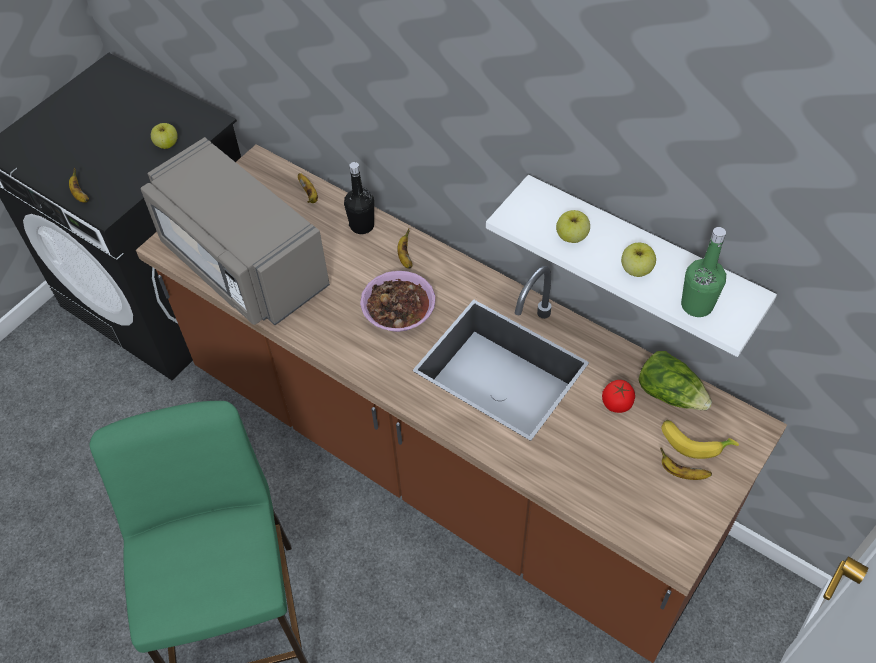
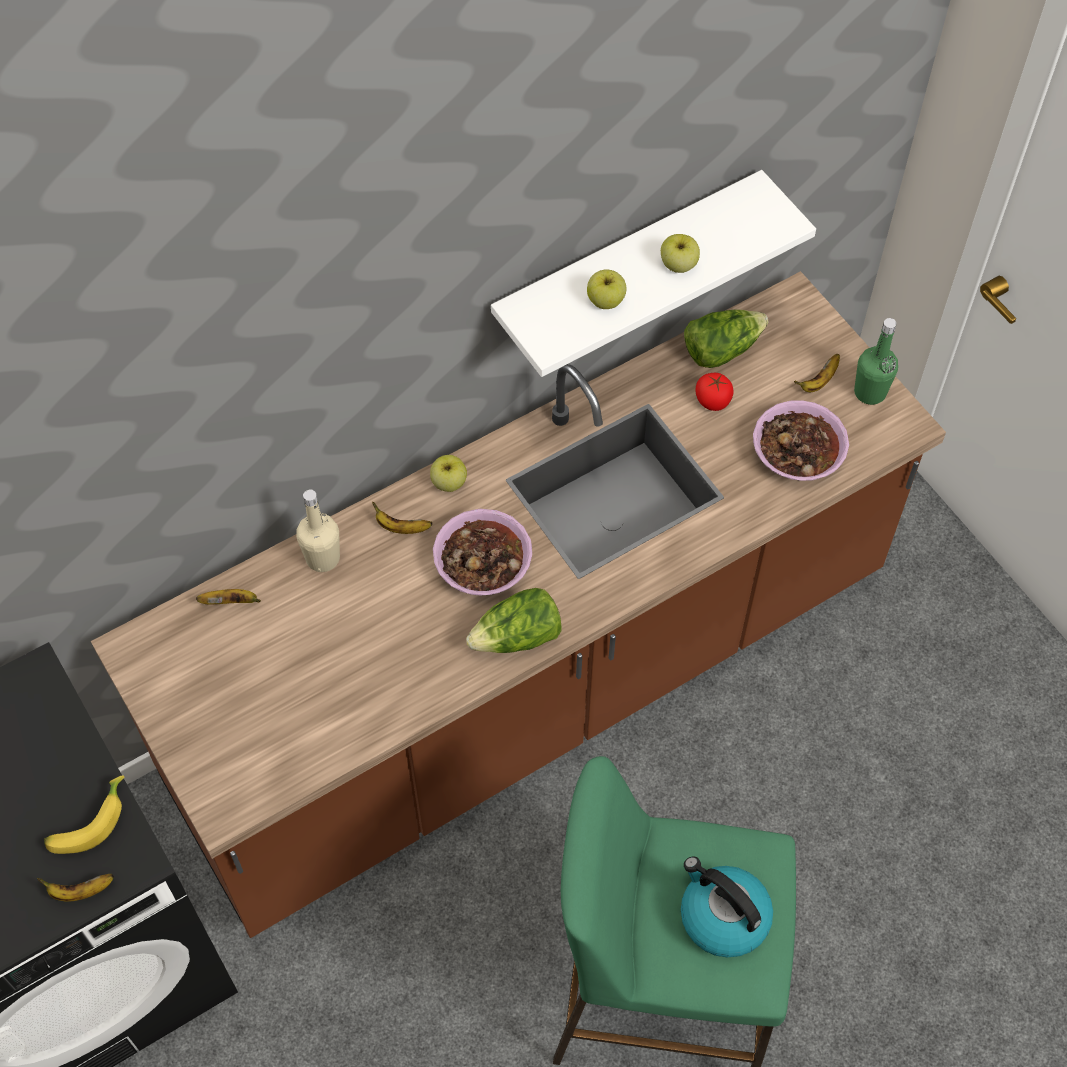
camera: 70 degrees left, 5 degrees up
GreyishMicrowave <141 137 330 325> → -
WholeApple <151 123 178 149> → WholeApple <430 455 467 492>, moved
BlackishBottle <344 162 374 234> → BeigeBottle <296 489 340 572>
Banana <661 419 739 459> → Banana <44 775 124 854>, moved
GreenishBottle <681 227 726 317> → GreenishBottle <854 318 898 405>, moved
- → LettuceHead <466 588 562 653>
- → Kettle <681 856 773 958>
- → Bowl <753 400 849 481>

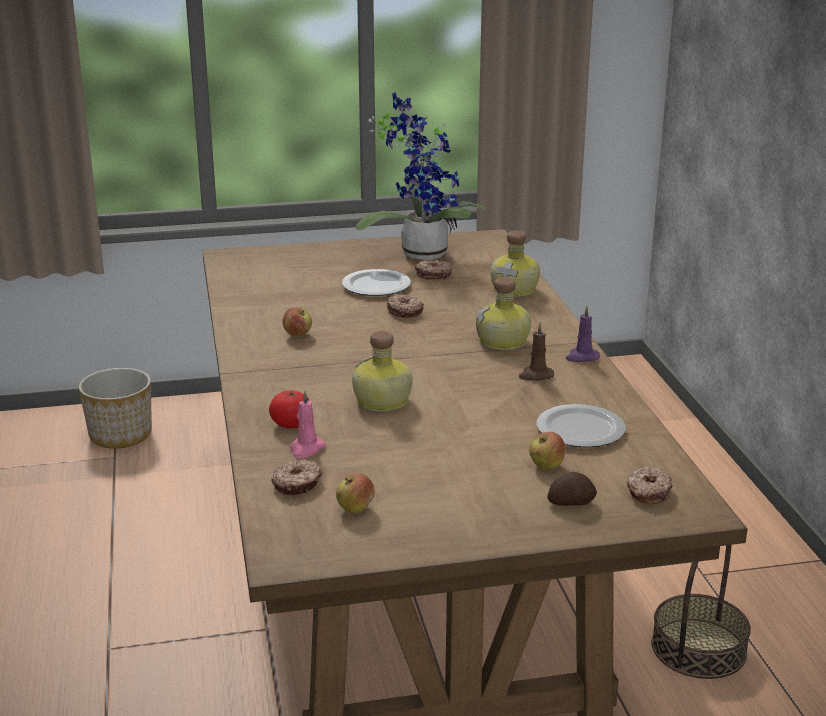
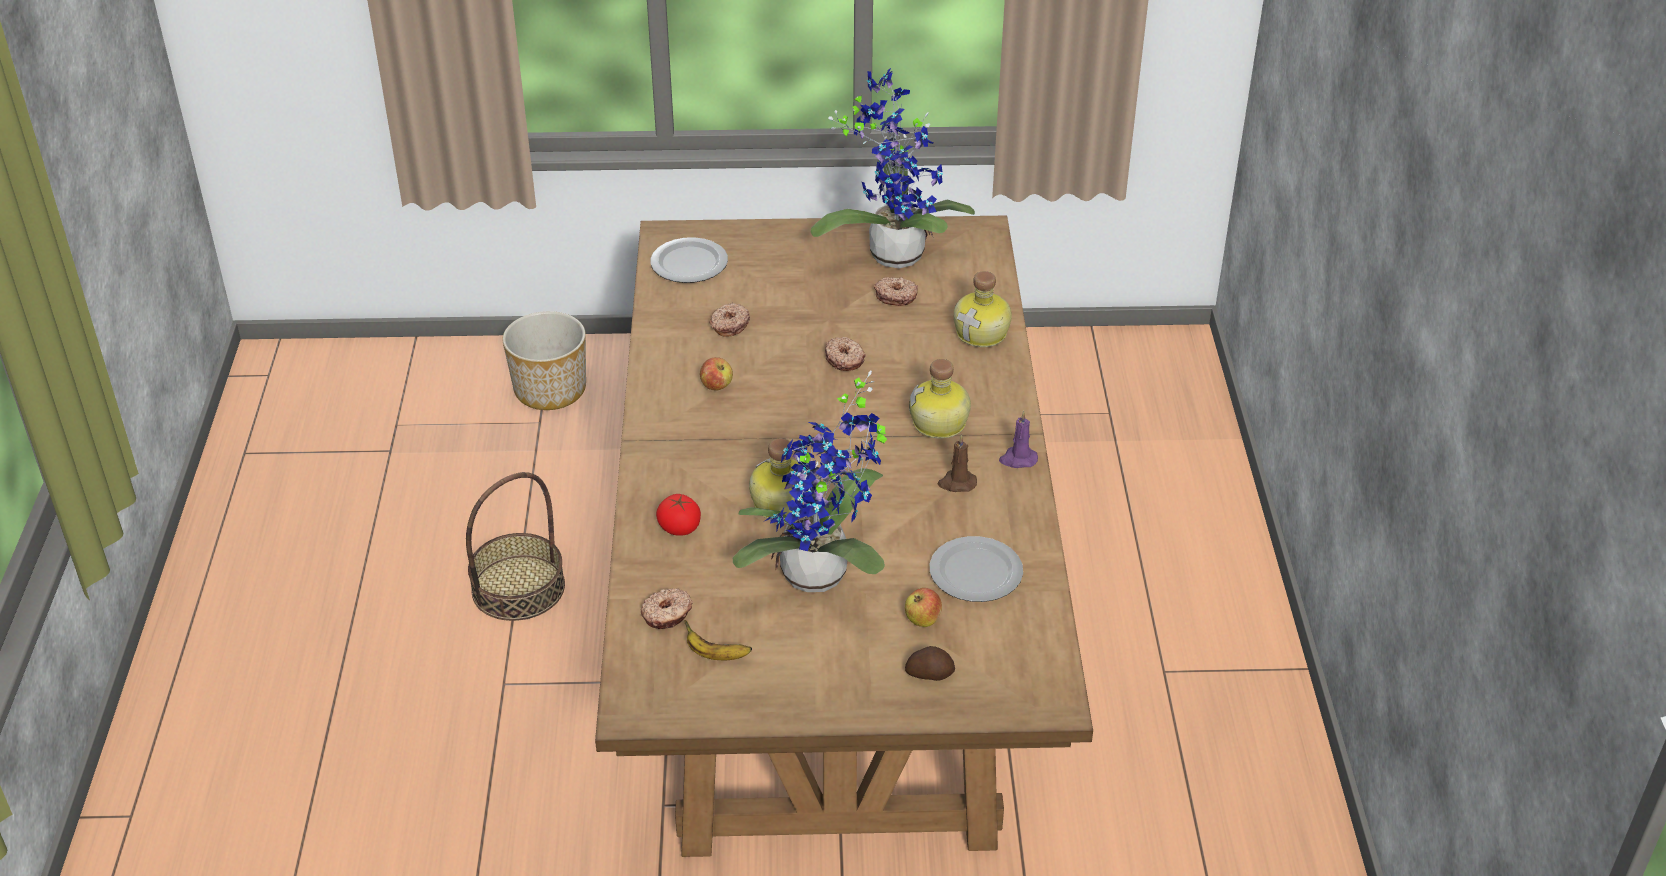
camera: 10 degrees right, 15 degrees up
PinkishCandle <290 391 326 458> → -
WholeApple <336 473 375 513> → Banana <684 620 752 660>
DinnerPlate <342 269 411 296> → DinnerPlate <650 237 728 283>, moved
Doughnut <627 466 673 504> → Doughnut <710 303 750 336>, moved
Basket <652 545 751 679> → Basket <466 472 565 621>, moved
- → Houseplant <733 371 887 592>

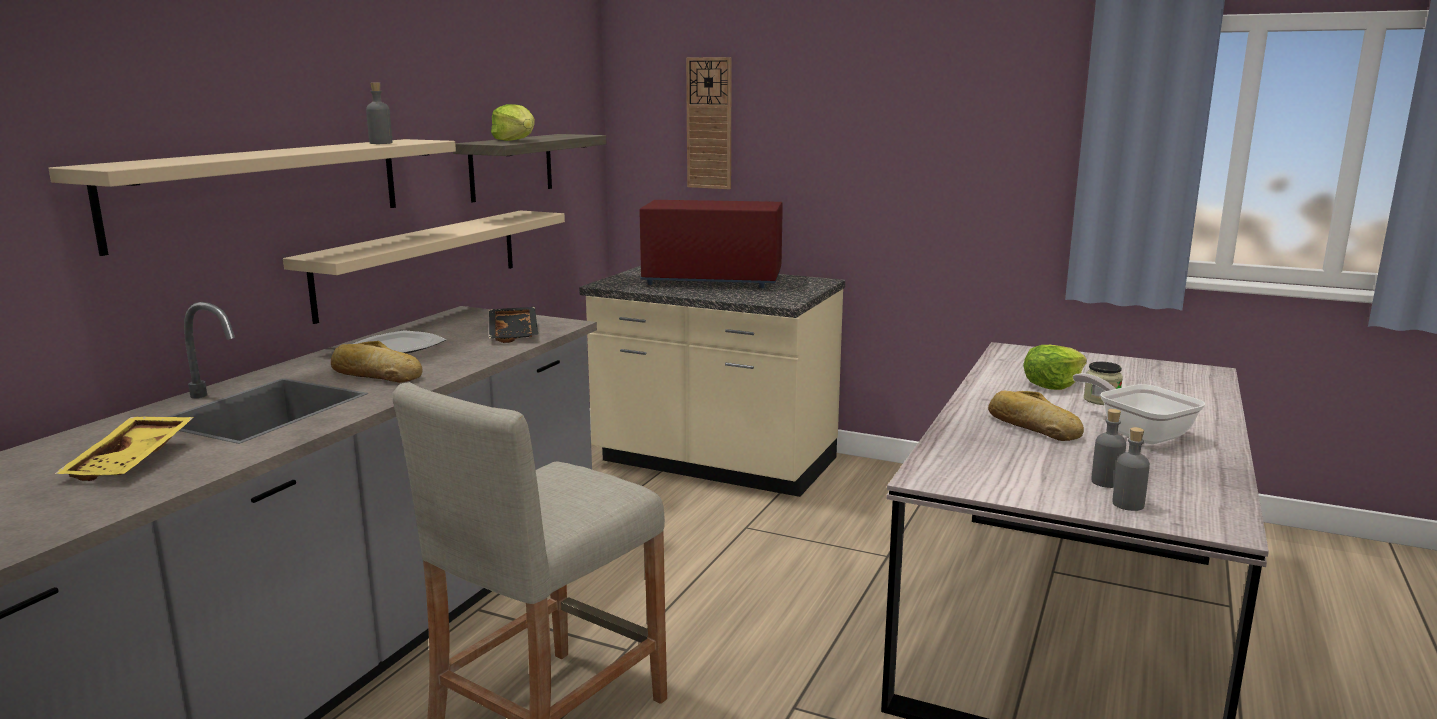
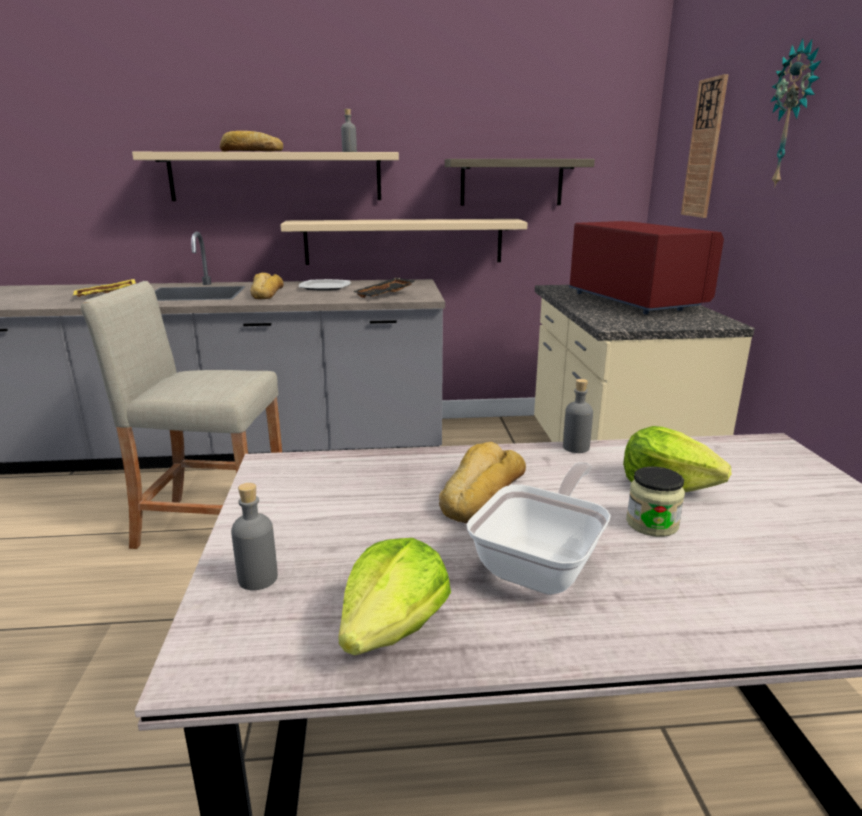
camera: 60 degrees right, 5 degrees up
LettuceHead <491 104 535 141> → LettuceHead <338 538 451 656>, moved
GreyishBottle <1091 409 1126 488> → GreyishBottle <563 379 593 453>, moved
- → Bread <220 131 283 152>
- → HangingClock <771 39 822 188>

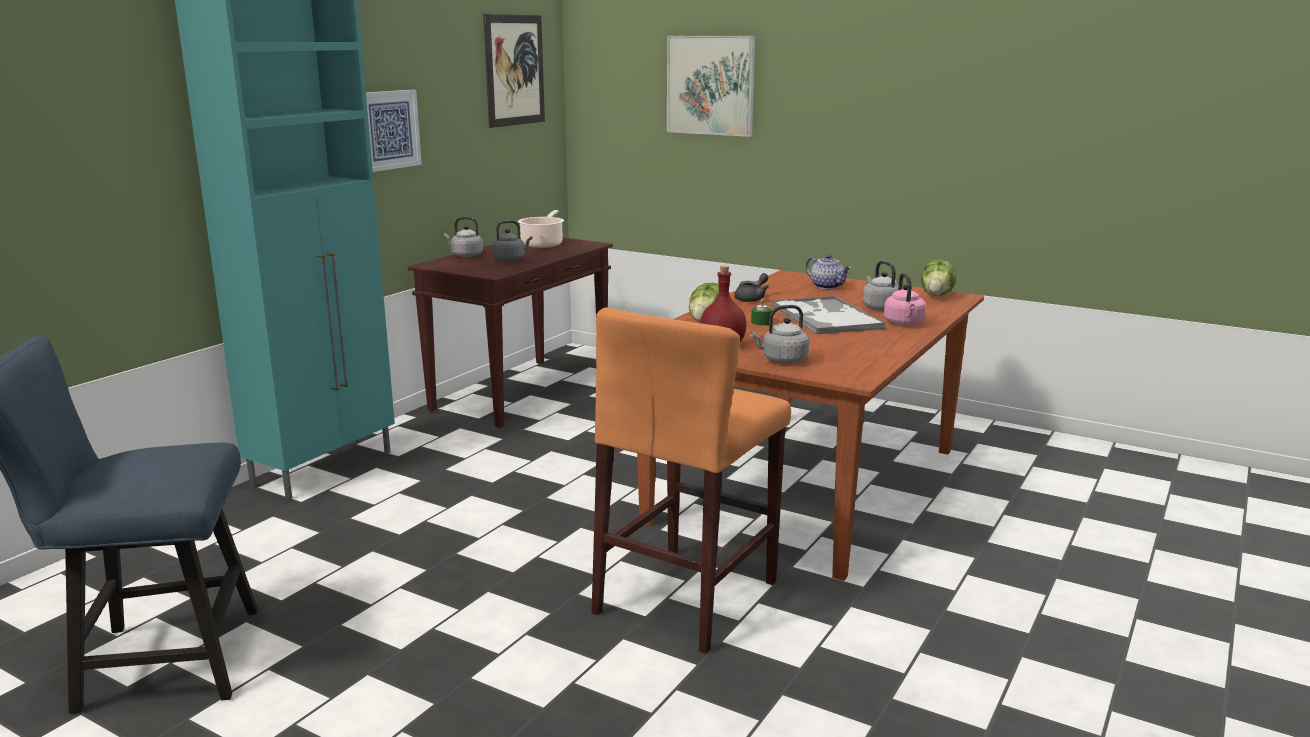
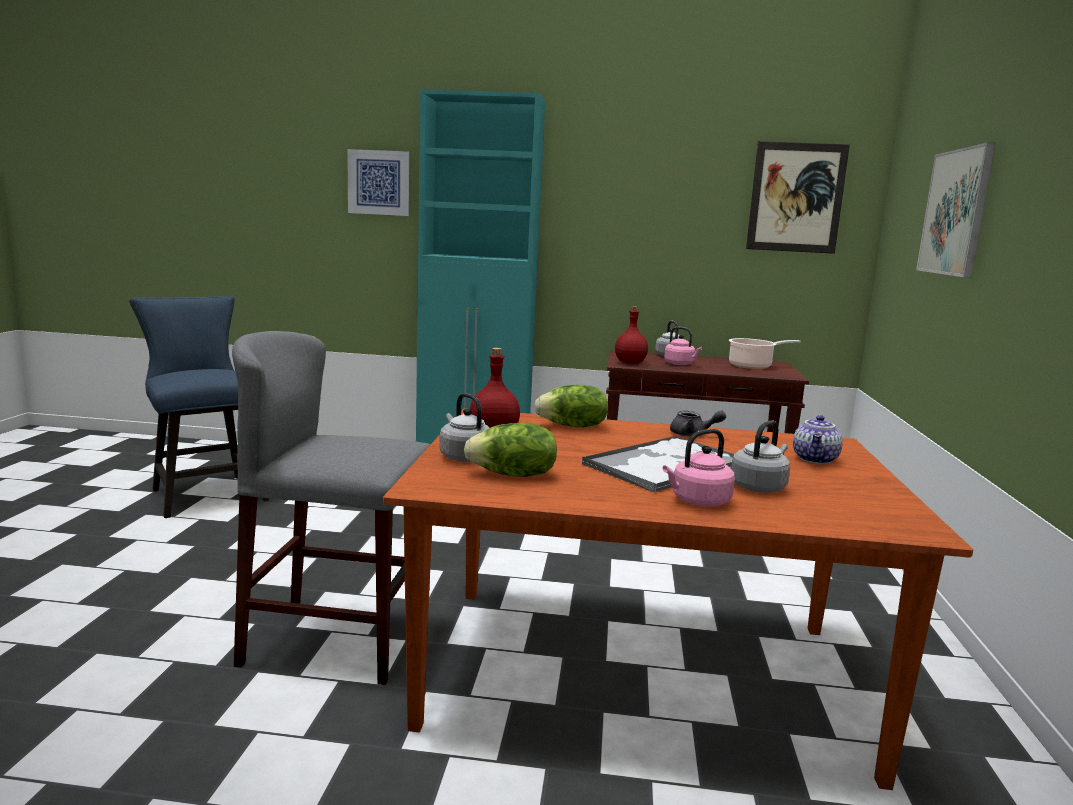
camera: 65 degrees right, 5 degrees down
WallArt <366 90 422 172> → WallArt <347 149 409 216>, moved
GreyishKettle <492 220 533 261> → PinkishKettle <664 326 702 365>
OrangeyStool <591 308 791 654> → GreyishStool <232 331 430 685>
GreenishCandle <751 298 772 325> → -
LettuceHead <921 259 956 296> → LettuceHead <464 423 557 477>, moved
- → ReddishBottle <615 306 648 364>

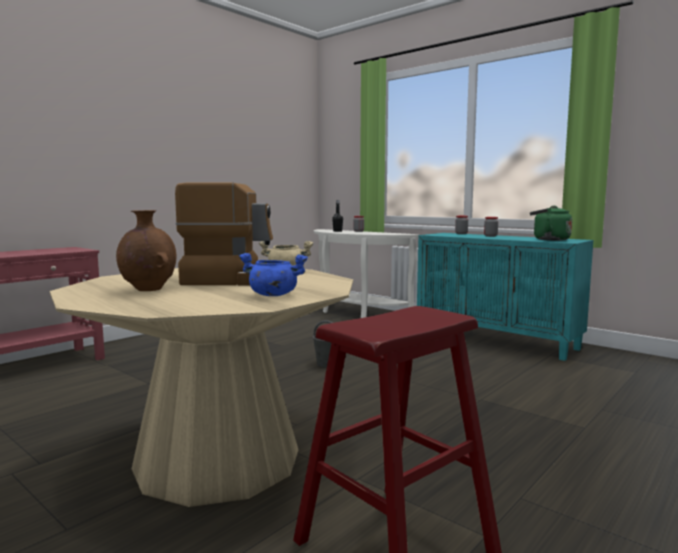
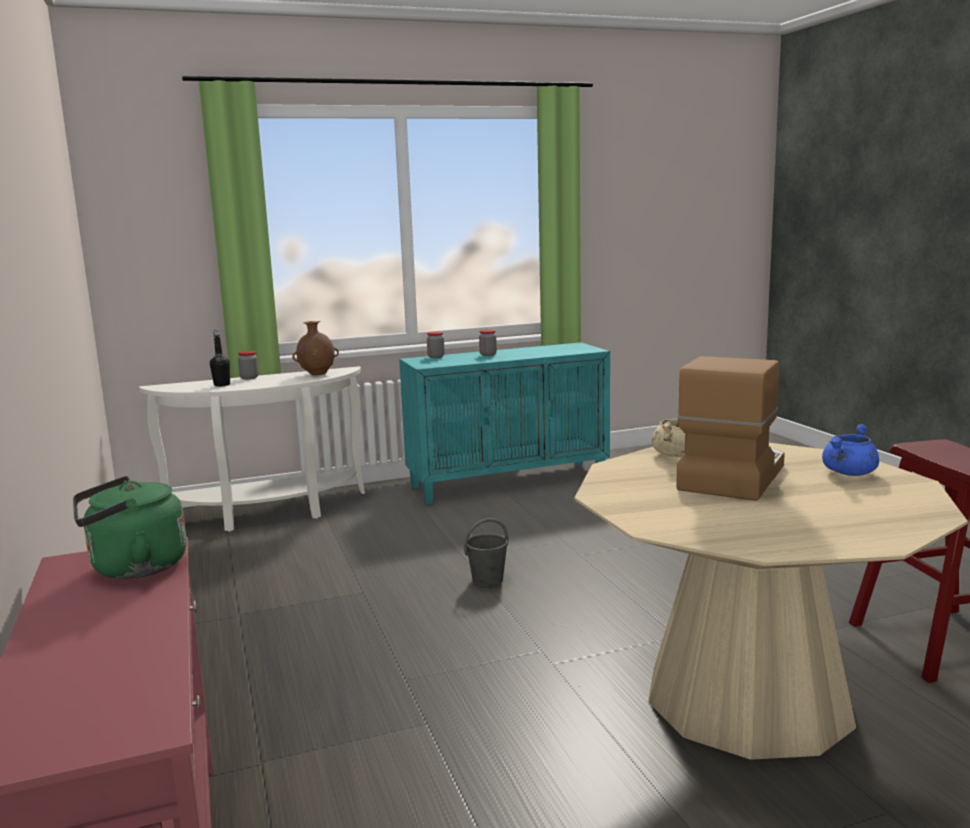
camera: 60 degrees left, 5 degrees up
BrownFlowerVase <116 210 177 291> → BrownFlowerVase <292 321 339 376>, moved
GreenishKettle <530 206 572 241> → GreenishKettle <73 476 187 579>, moved

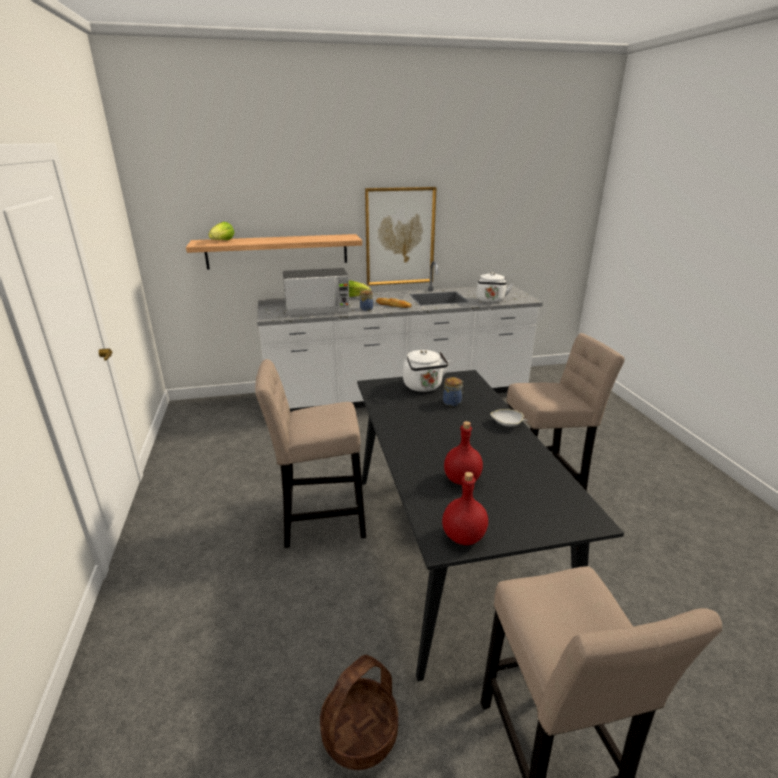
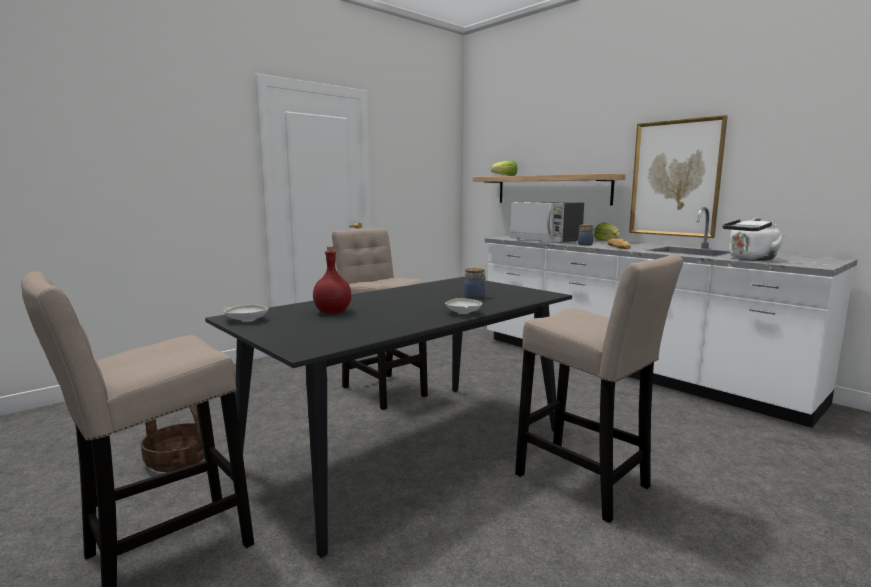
camera: 60 degrees right, 15 degrees down
WhitishKettle <403 350 450 392> → -
ReddishBottle <442 472 488 545> → WhitishBowl <223 305 268 322>

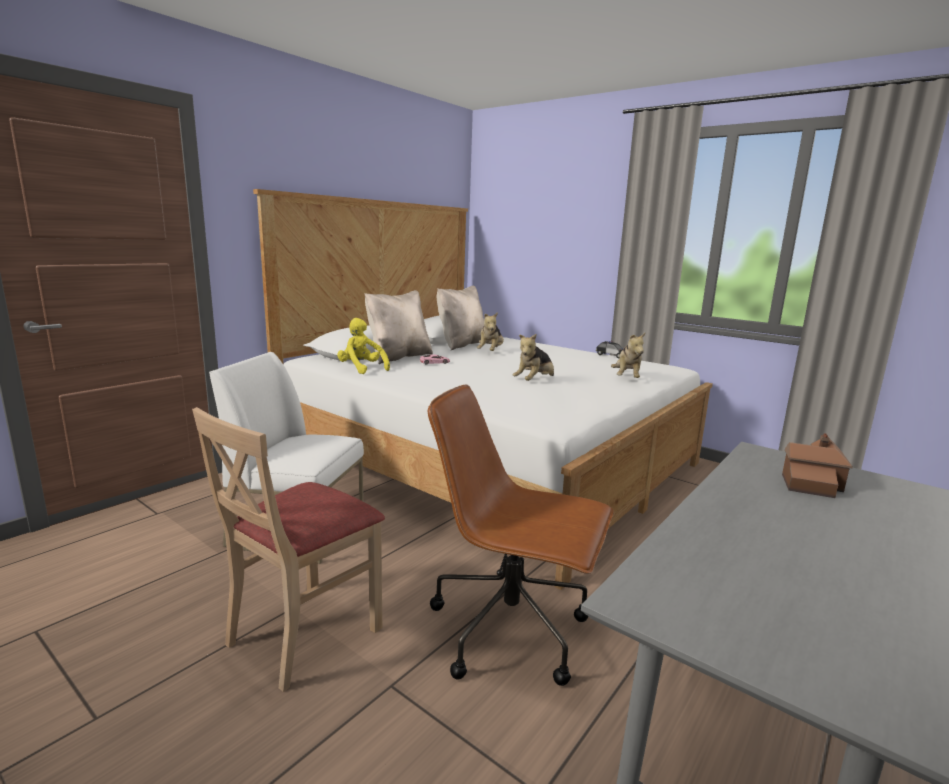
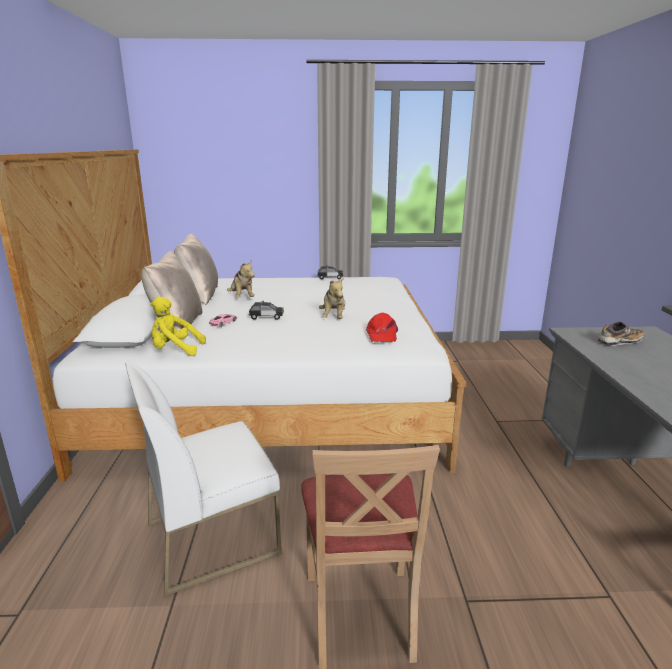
camera: 40 degrees left, 5 degrees up
BrownComputerChair <428 385 614 686> → -
PlushToy <611 333 645 378> → -
MiniatureHouse <782 433 853 498> → Shoe <598 321 644 346>
- → ToyCar <248 301 284 320>
- → ReddishPeakedCap <366 313 398 342>

